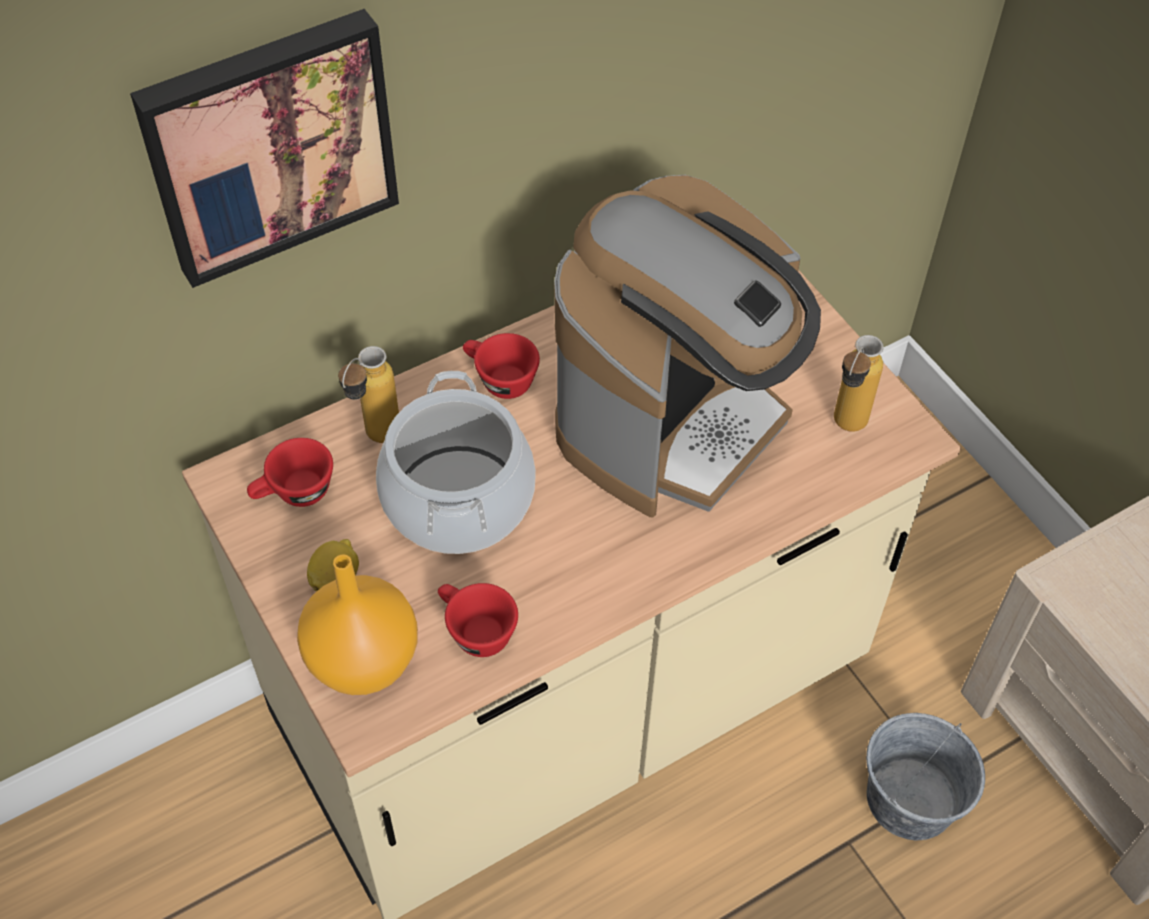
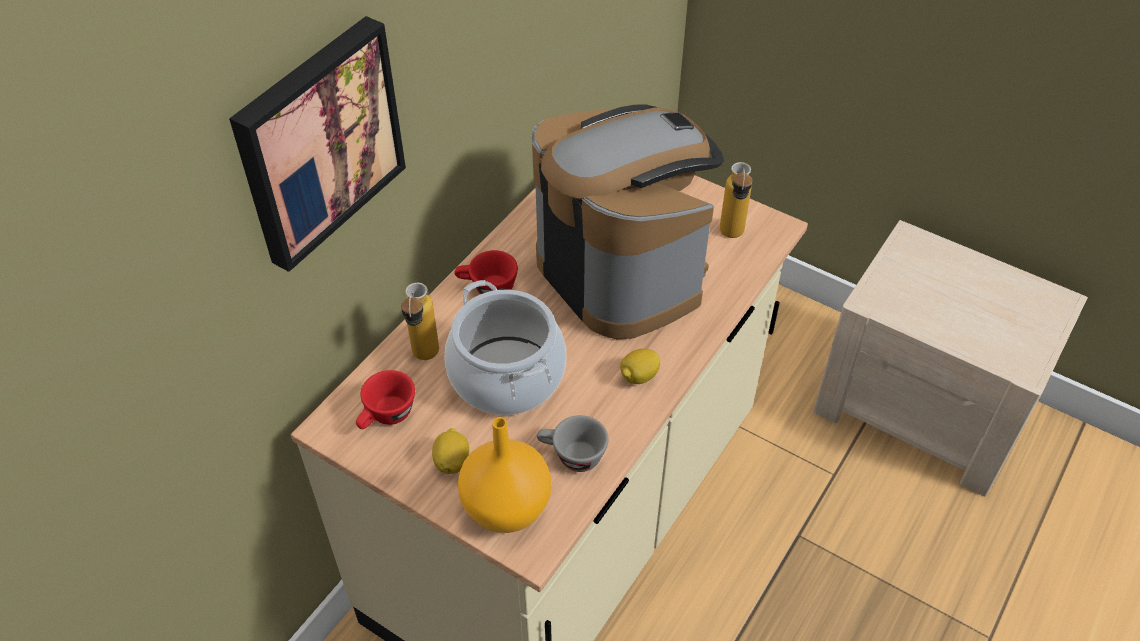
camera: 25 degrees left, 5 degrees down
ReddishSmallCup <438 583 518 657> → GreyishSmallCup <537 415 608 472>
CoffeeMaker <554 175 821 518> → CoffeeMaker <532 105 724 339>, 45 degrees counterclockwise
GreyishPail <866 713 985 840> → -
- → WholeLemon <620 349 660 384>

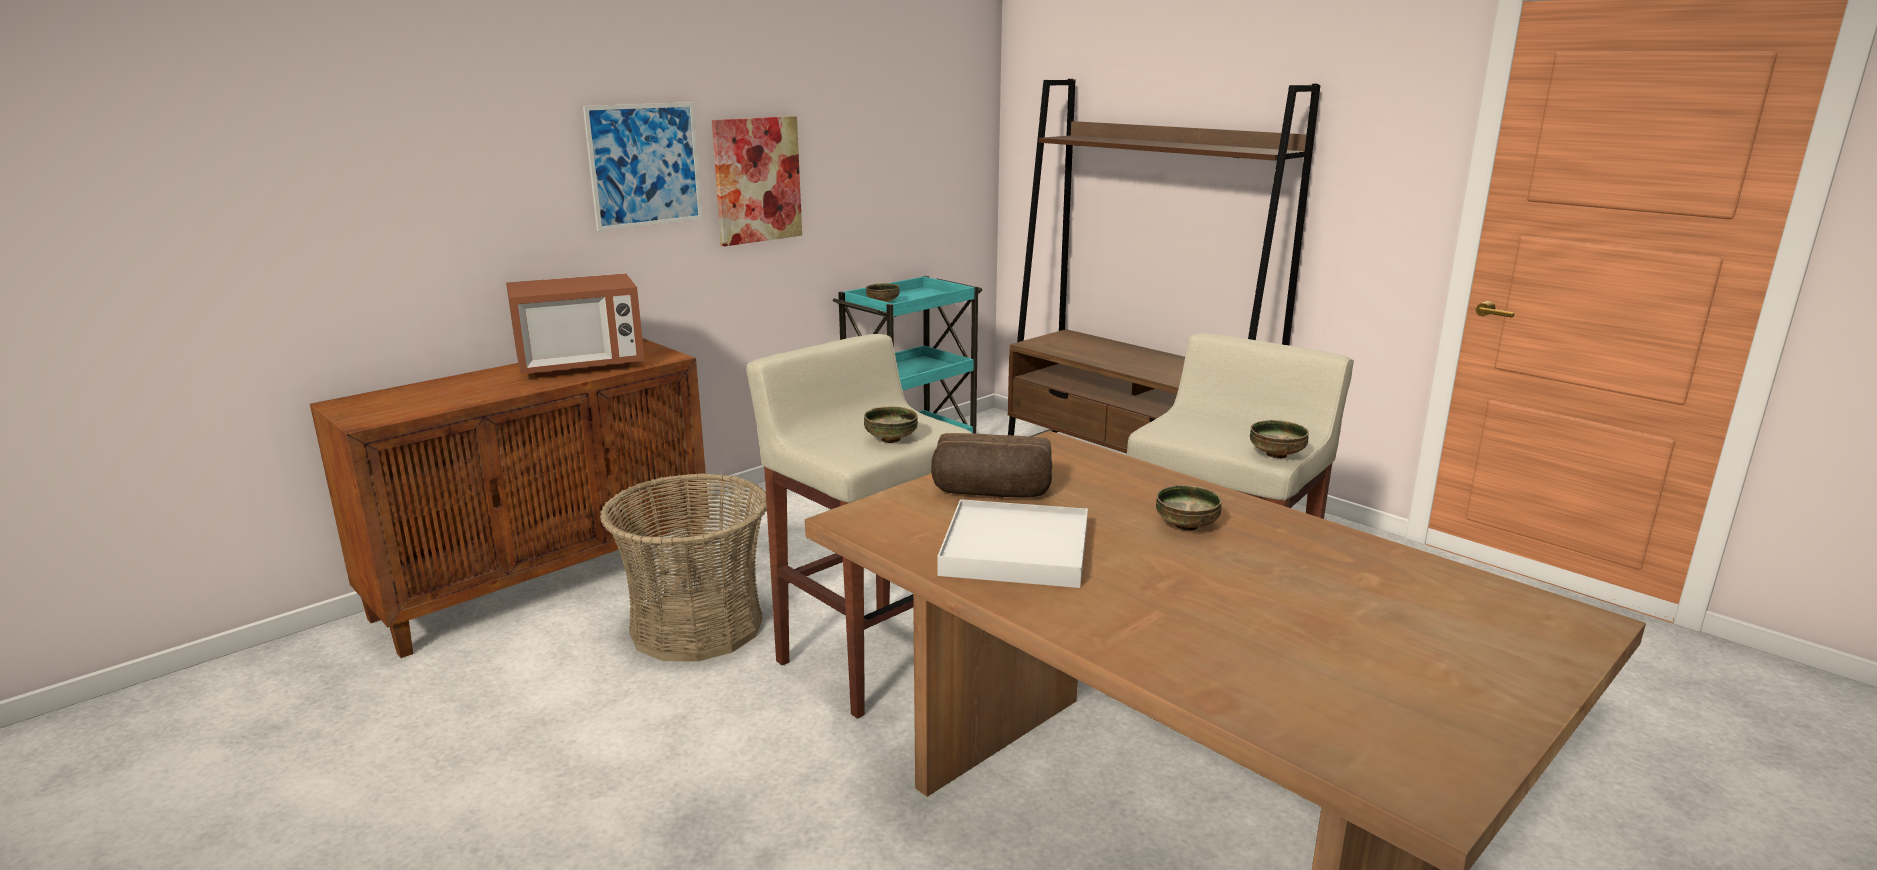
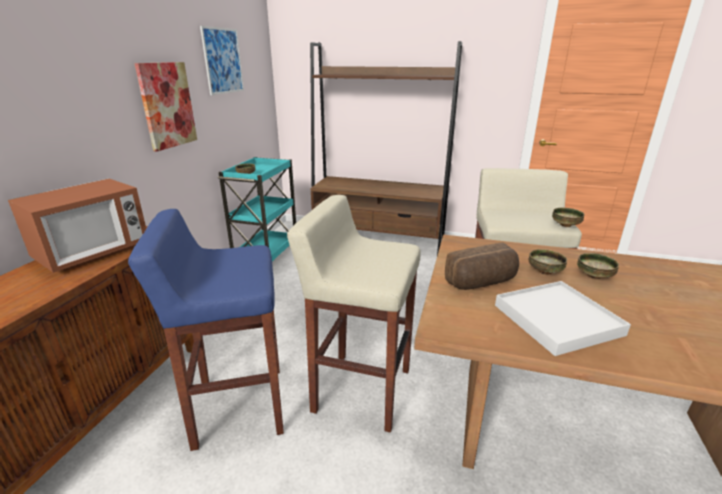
camera: 30 degrees left, 5 degrees up
WallArt <583 102 702 231> → WallArt <200 26 244 95>, moved
Basket <600 473 767 662> → BluishStool <128 209 284 451>
Bowl <864 406 918 443> → Bowl <528 249 567 275>, moved

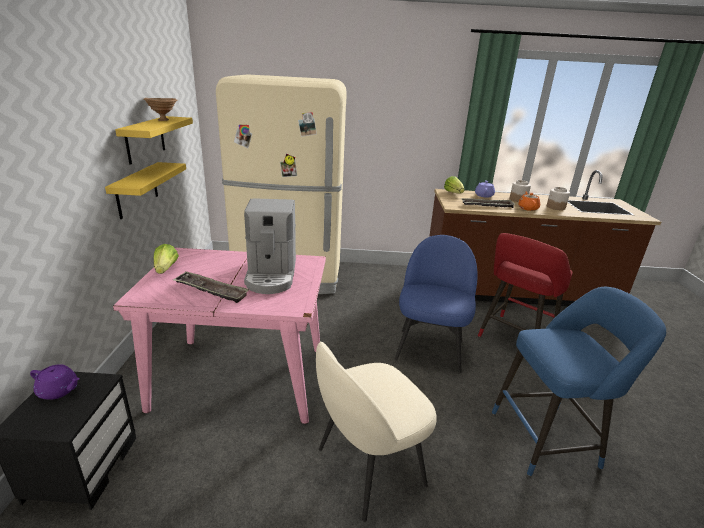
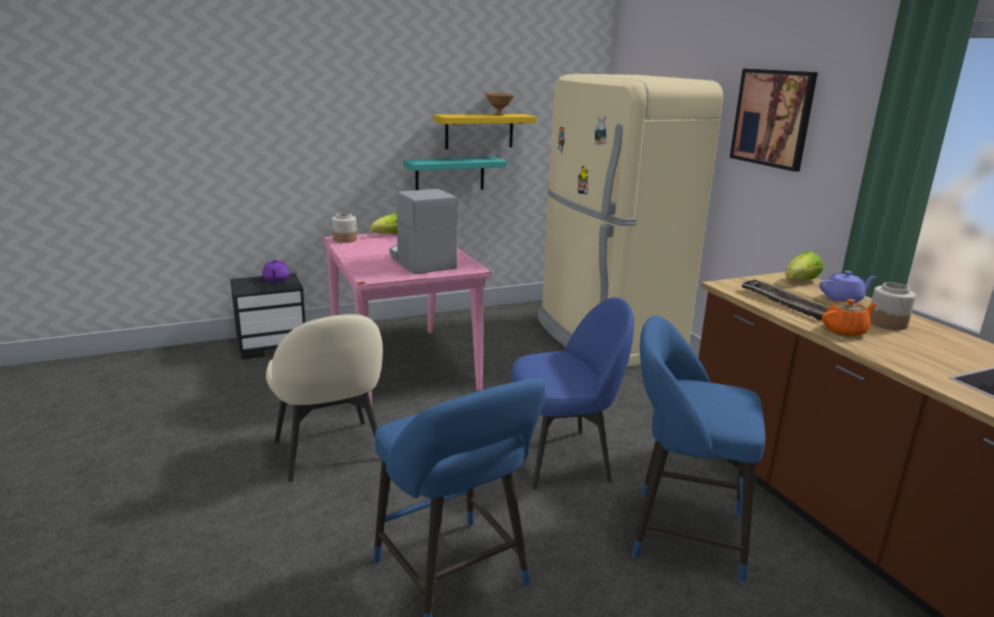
camera: 65 degrees right, 5 degrees down
YellowColouredShelf <105 162 186 219> → TurquoiseShelf <403 157 507 190>
CarryingTray <173 272 249 303> → -
CoffeeMaker <244 198 296 294> → CoffeeMaker <389 189 458 274>, 90 degrees clockwise
BeigeChair <316 341 437 522> → BeigeChair <266 314 383 482>, 150 degrees counterclockwise
ReddishStool <478 233 572 337> → BluishStool <632 316 765 582>
PreserveJar <547 187 570 210> → PreserveJar <332 213 357 243>, moved
- → WallArt <730 69 818 172>

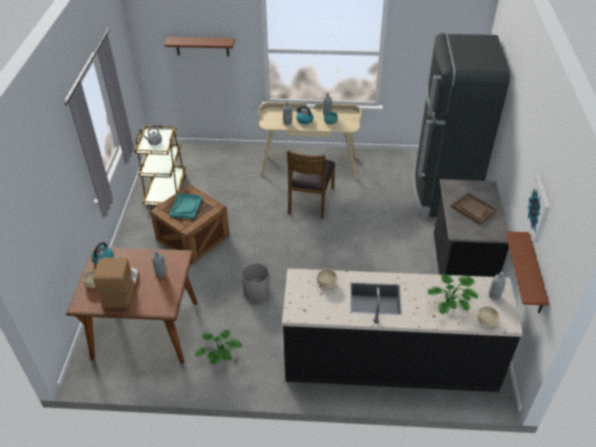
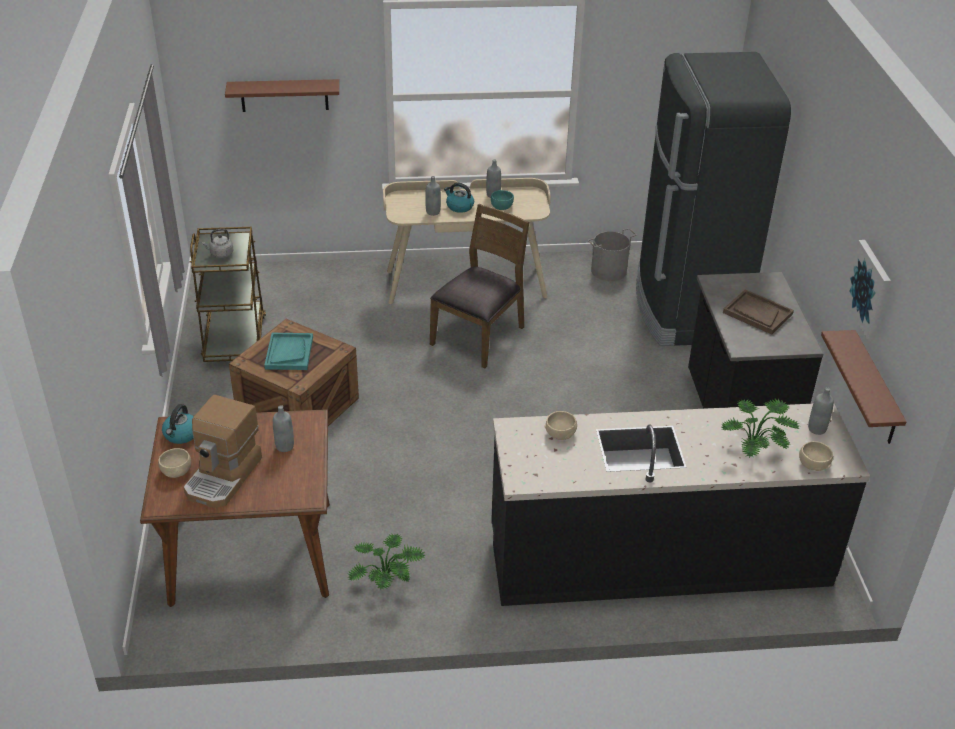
camera: 10 degrees left, 5 degrees down
CoffeeMaker <93 256 139 308> → CoffeeMaker <183 395 262 508>, 150 degrees counterclockwise
GreyishPail <235 263 275 302> → GreyishPail <588 228 637 281>, moved
BrownChair <287 150 336 219> → BrownChair <430 204 529 369>, 150 degrees counterclockwise

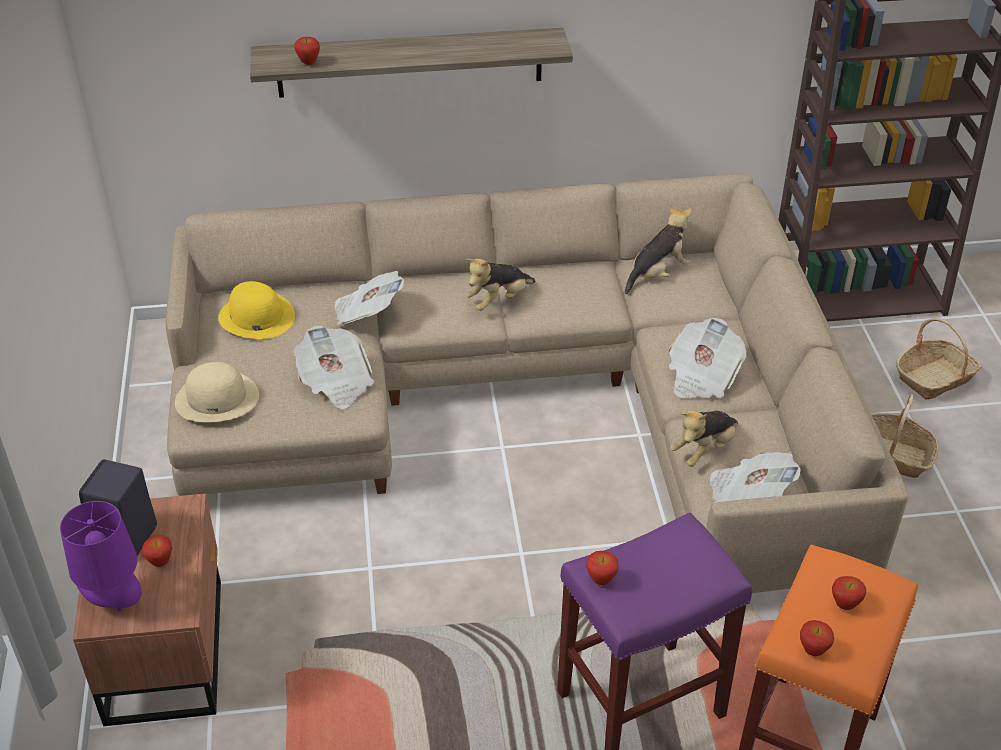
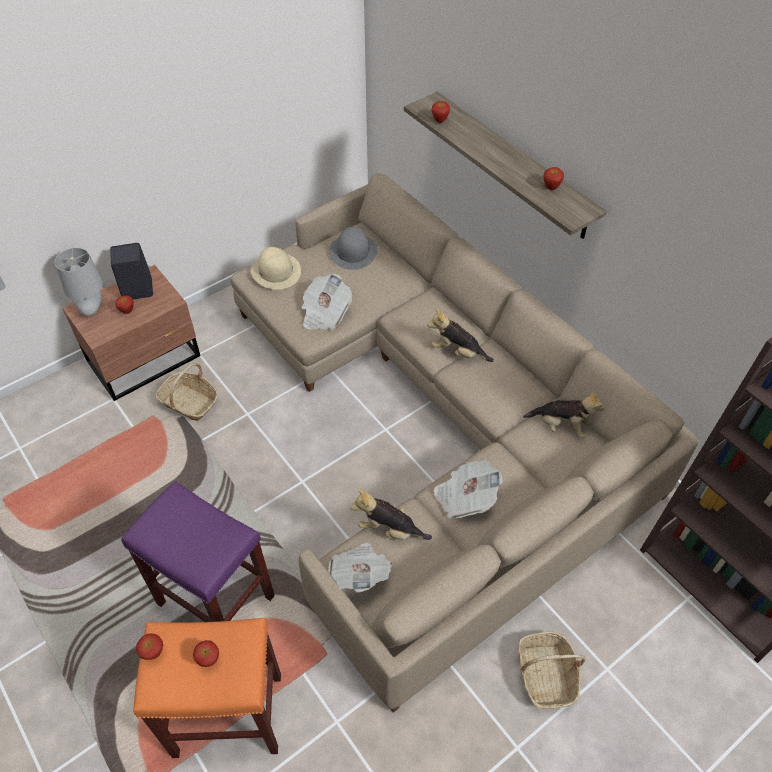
camera: 60 degrees right, 10 degrees up
PurplishLampForATable <60 501 142 611> → GreyishLampForATable <55 248 103 316>
YellowColouredWearableHat <218 281 295 339> → GreyishWearableHat <329 227 377 270>
Newspaper <334 271 404 325> → -
WholeApple <586 551 619 585> → WholeApple <543 167 564 190>, moved
Basket <896 318 982 400> → Basket <155 363 218 421>, moved

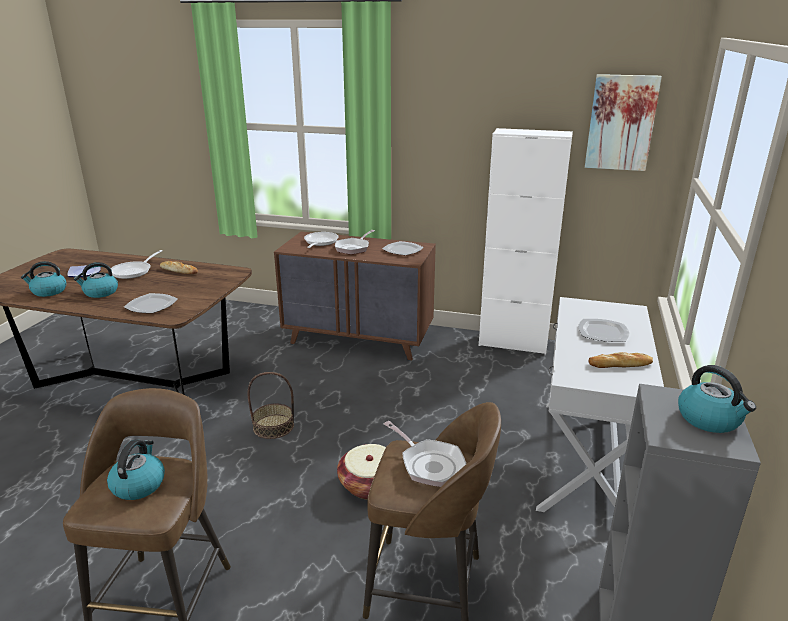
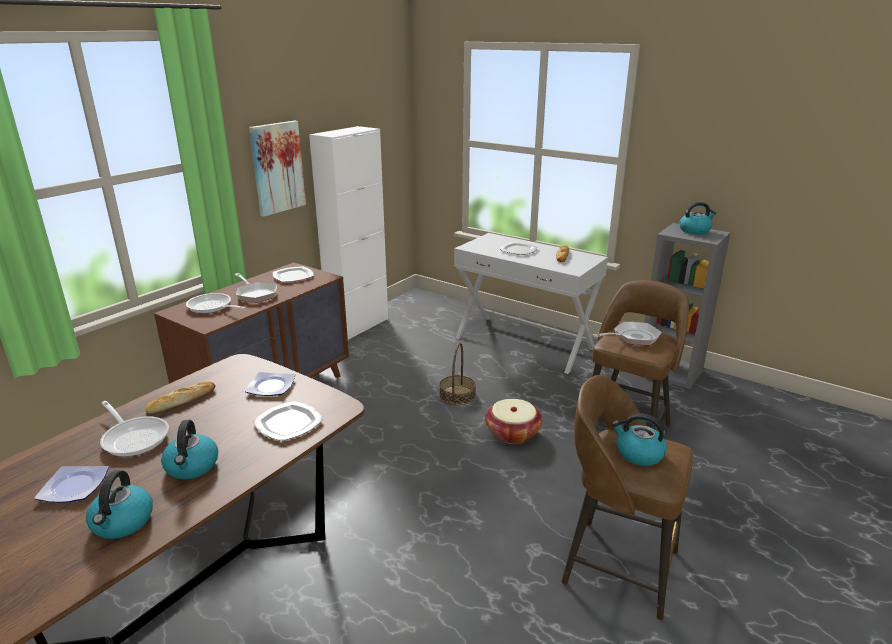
camera: 70 degrees left, 0 degrees up
Basket <247 372 294 439> → Basket <439 343 476 405>, moved
WallArt <585 74 662 171> → WallArt <249 121 306 217>, moved
- → DinnerPlate <245 372 295 396>

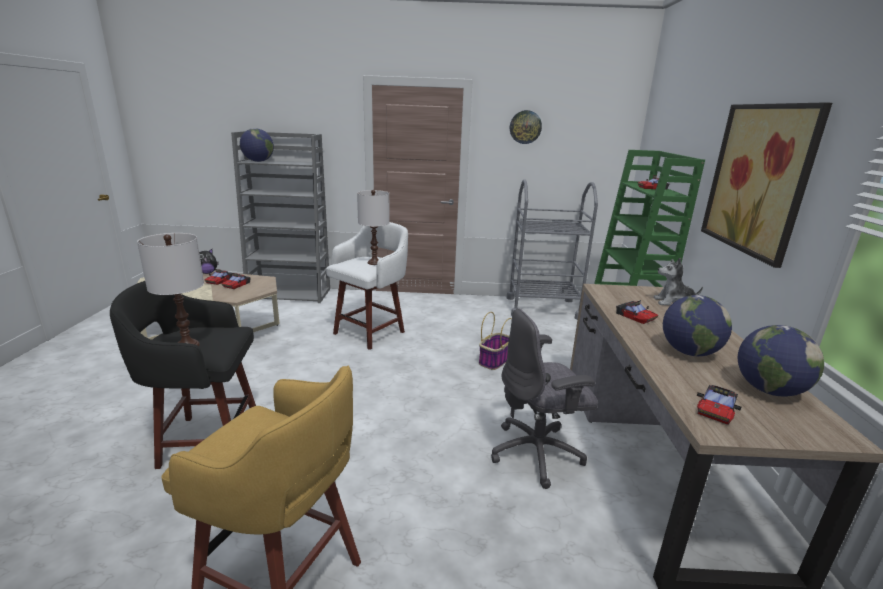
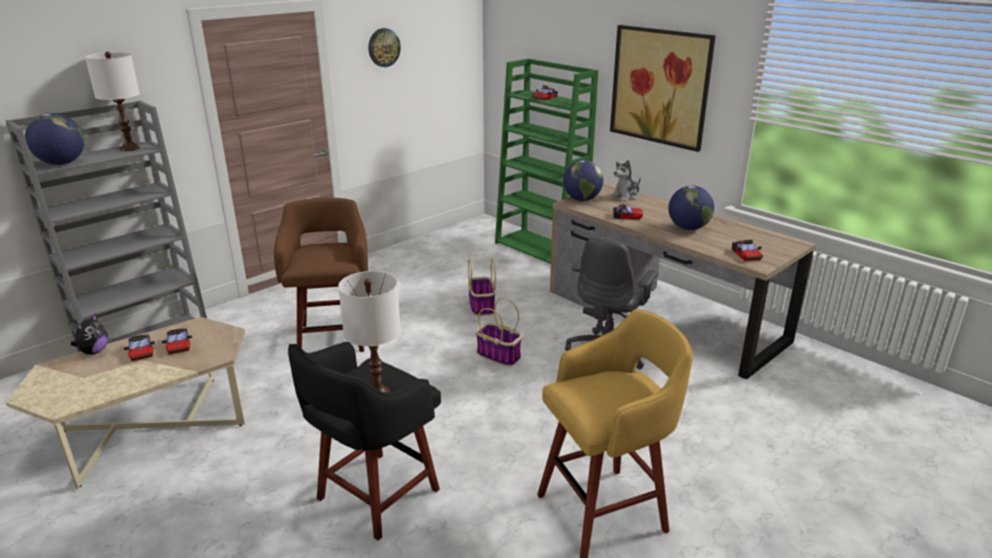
camera: 45 degrees left, 5 degrees up
WhitishStool <326 222 408 350> → BrownStool <274 198 368 352>
WhitishLampForATable <357 190 390 265> → WhitishLampForATable <85 52 140 151>, moved
GreyishWheeledCart <507 180 598 320> → -
Globe <738 325 824 396> → Globe <563 160 603 201>, moved
- → Basket <476 298 522 367>

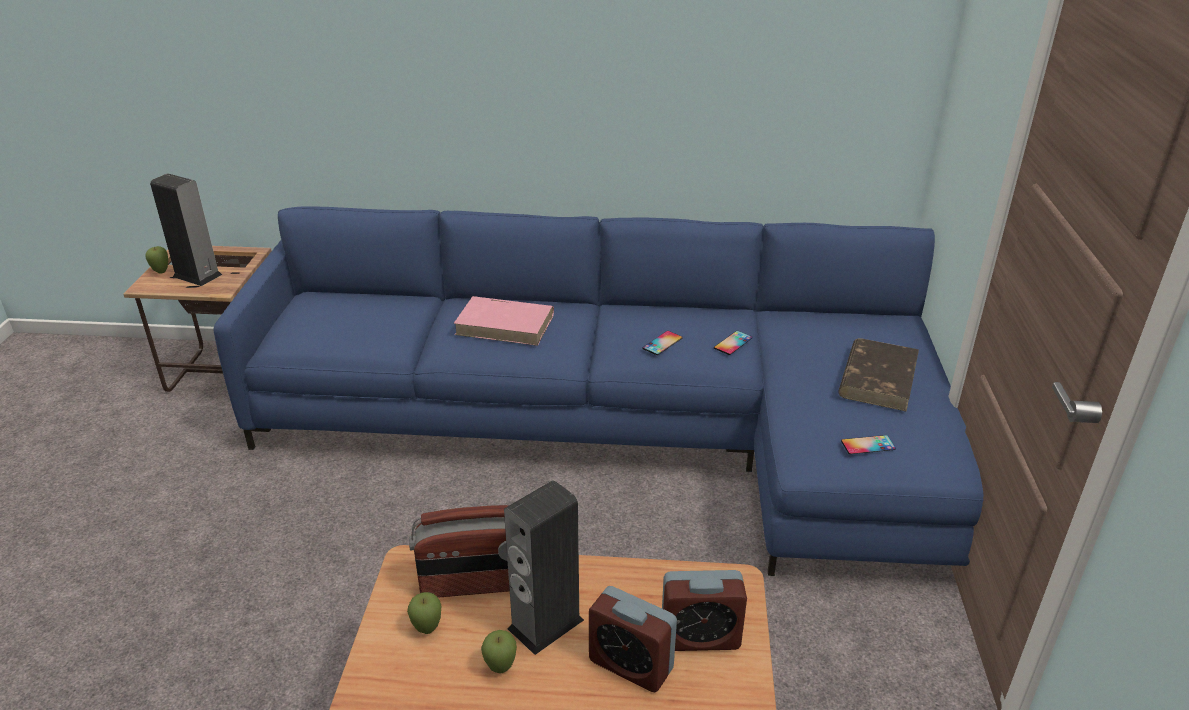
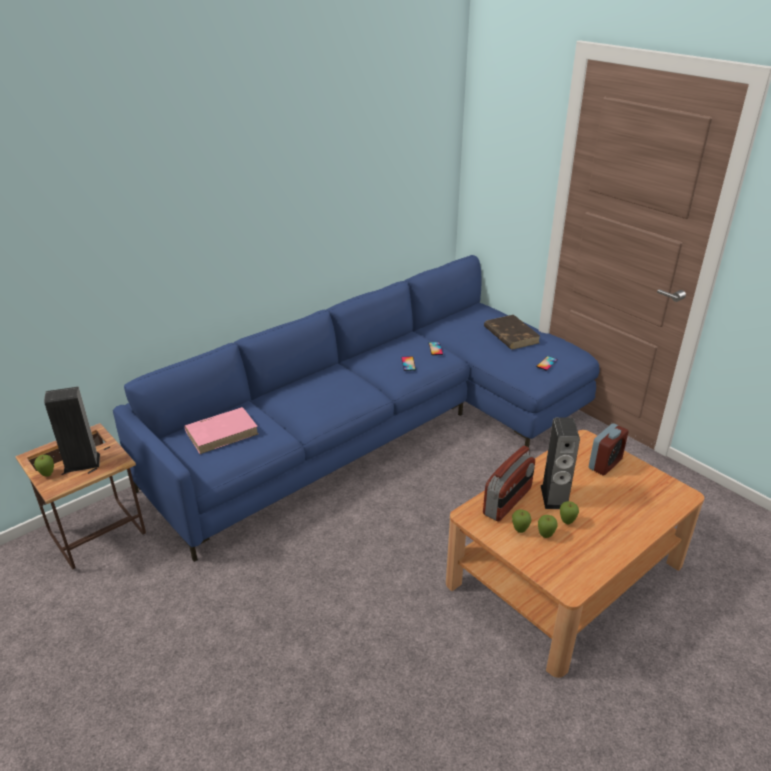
camera: 45 degrees left, 0 degrees up
PinkishBook <454 296 554 346> → PinkishBook <184 407 258 454>, moved
BedsideClock <589 586 677 692> → -
- → WholeApple <538 515 558 538>

